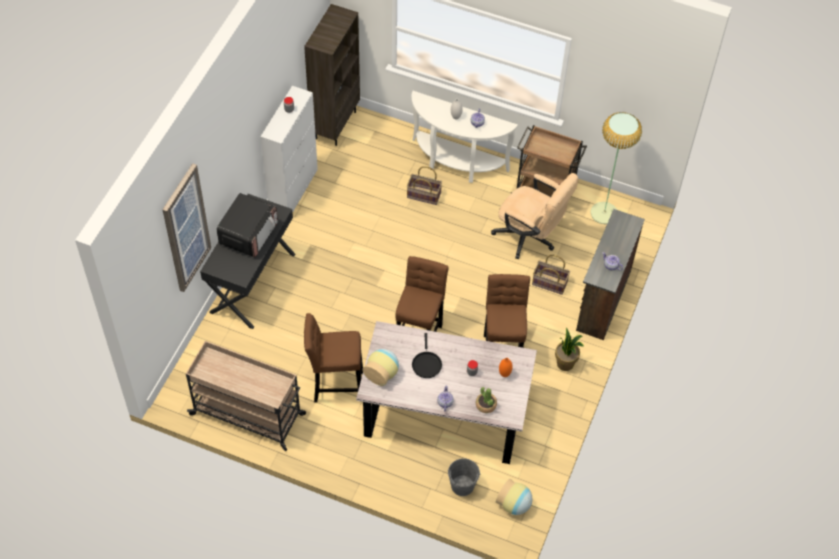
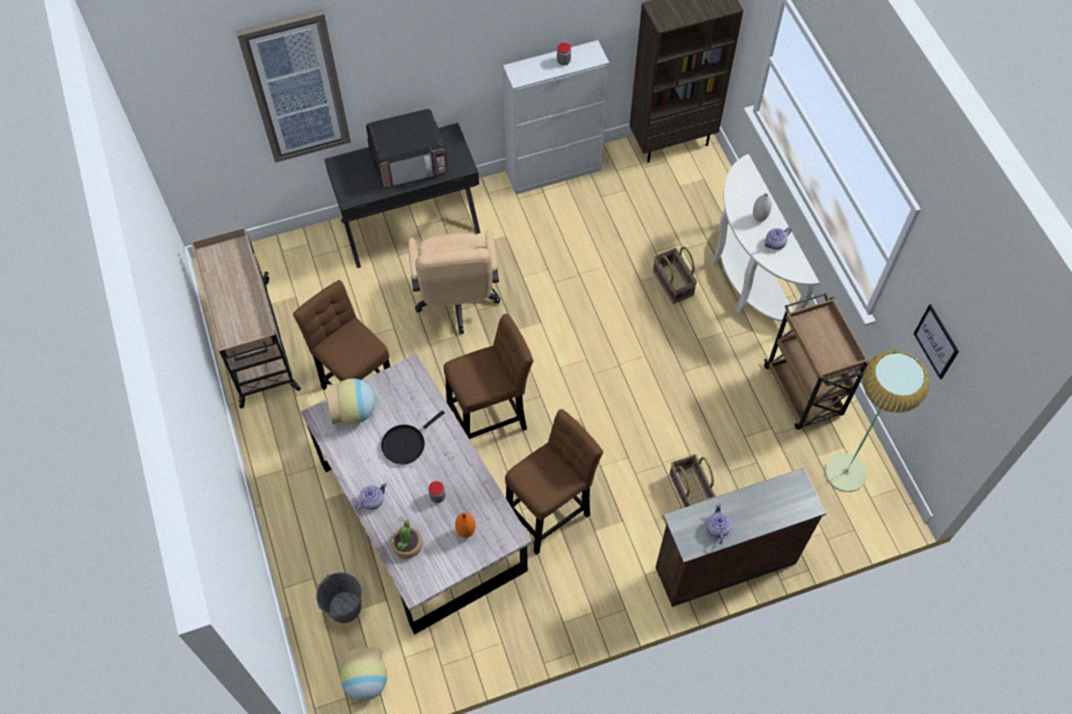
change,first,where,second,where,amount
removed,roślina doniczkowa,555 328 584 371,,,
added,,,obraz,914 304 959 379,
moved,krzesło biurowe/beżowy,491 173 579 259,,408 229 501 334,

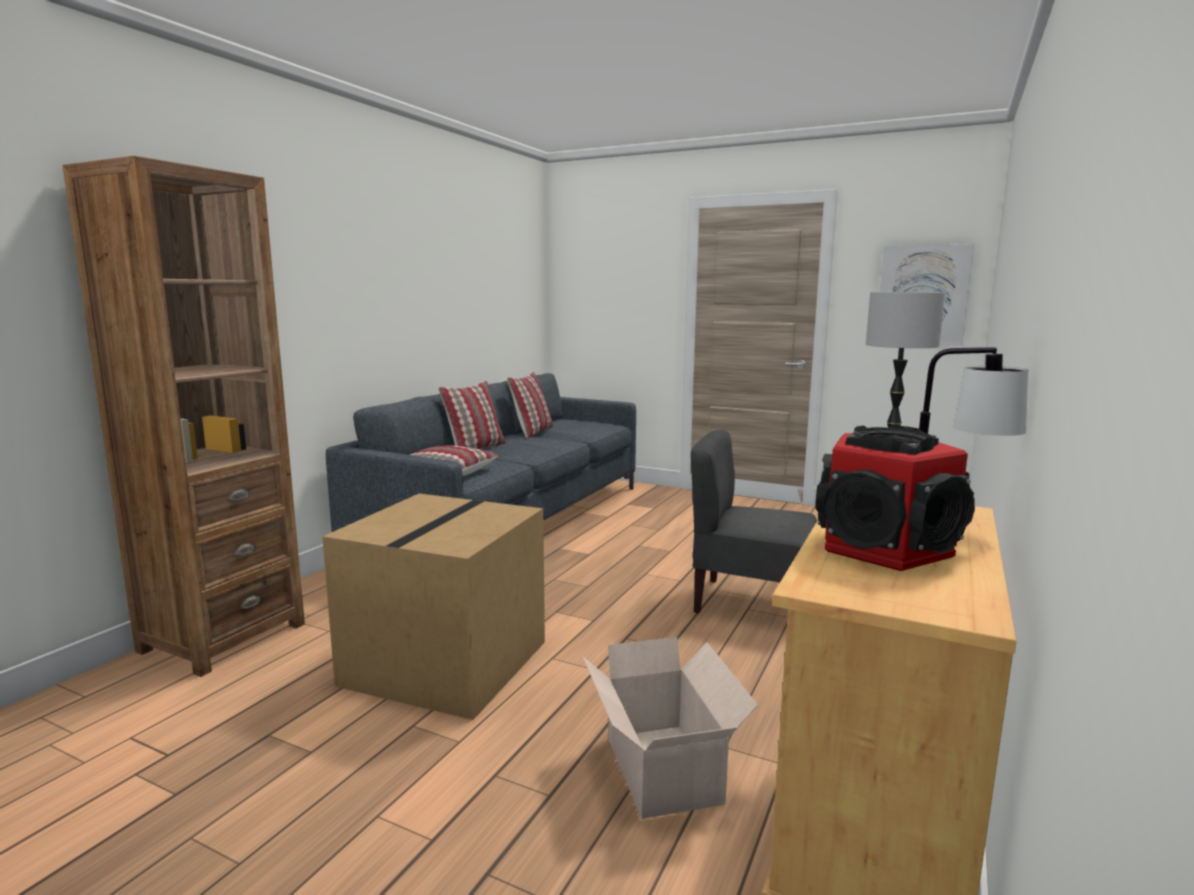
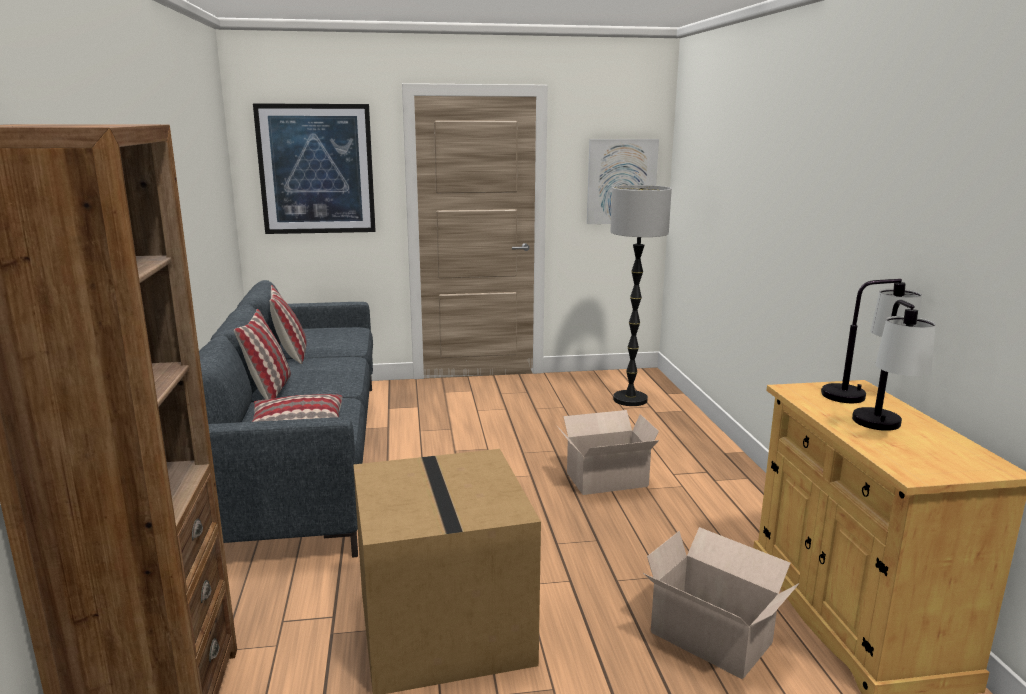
change,first,where,second,where,amount
added,,,obraz,253 103 376 234,
replaced,krzesło/szary,691 430 817 614,karton,557 410 659 495,
replaced,głośnik,815 425 975 571,lampa stołowa,852 300 936 431,

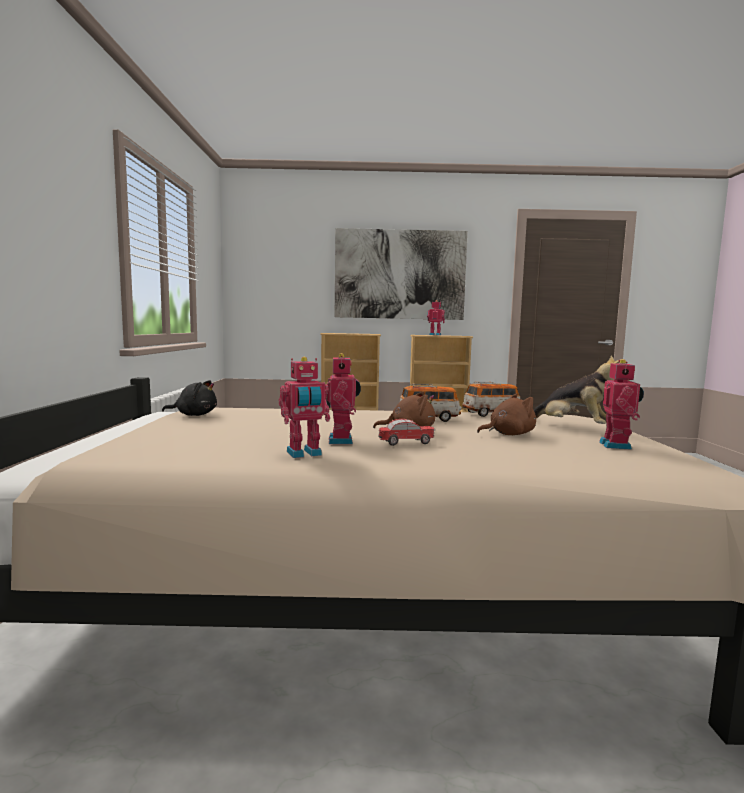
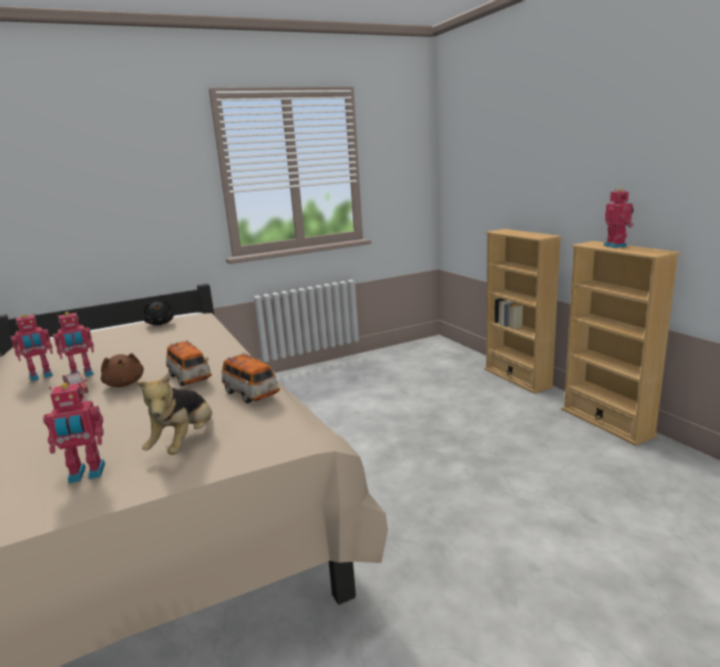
change,first,where,second,where,amount
removed,obraz,335 228 468 320,,,
removed,pluszak/brązowy,477 394 536 435,,,
turned,robot zabawkowy,279 357 330 458,,11 313 53 381,75 degrees counterclockwise

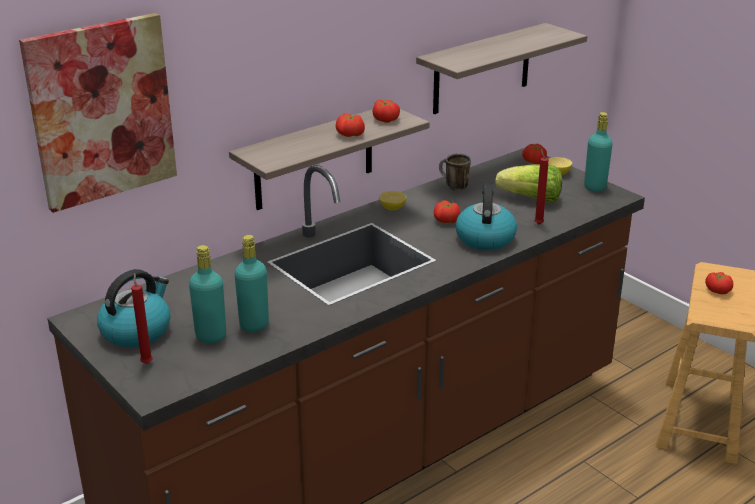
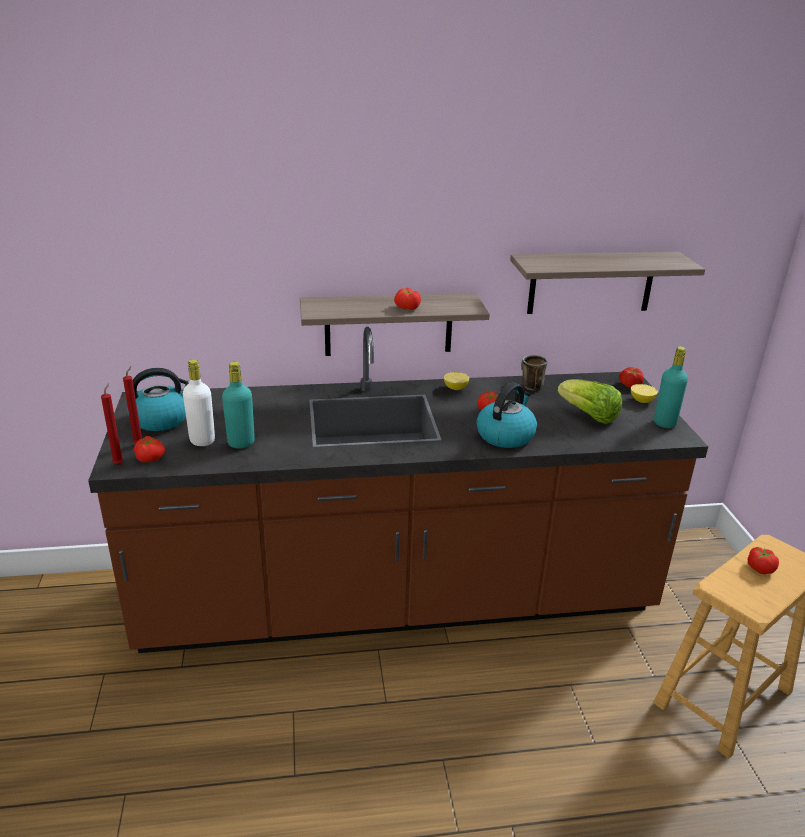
change,first,where,second,where,amount
removed,obraz,19 13 177 213,,,
moved,pomidor,373 100 400 123,,134 436 165 463,
moved,świeca/czerwony,534 149 549 224,,101 383 124 465,
recoloured,butelka/turkusowy,189 245 226 343,butelka/biały,183 359 215 446,

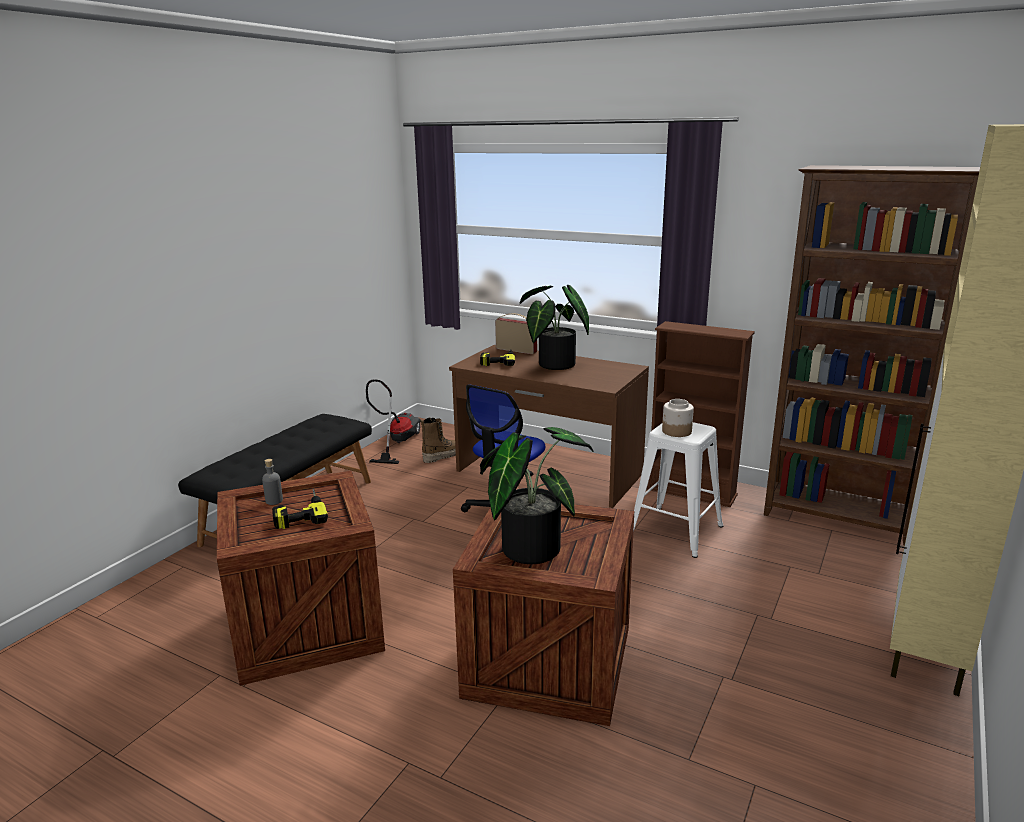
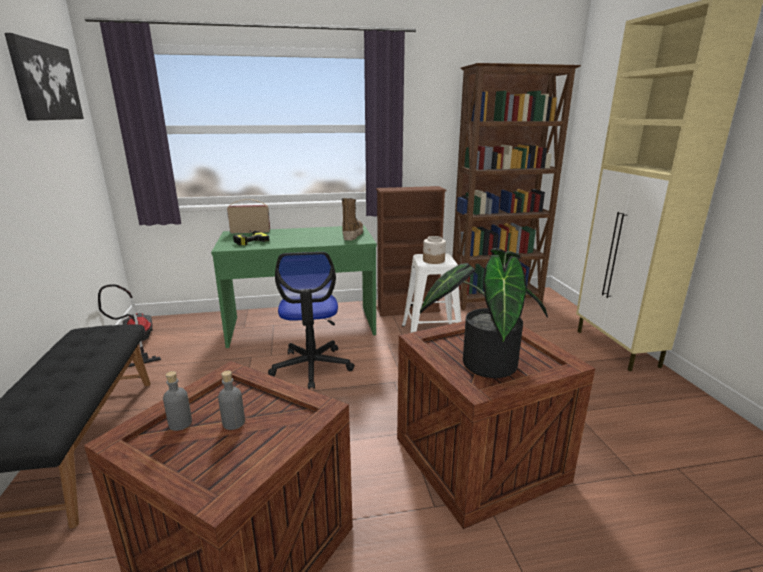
change,first,where,second,where,amount
removed,roślina doniczkowa,520 285 589 370,,,
added,,,obraz,4 33 84 121,
moved,but z cholewką,420 418 456 463,,342 198 363 241,
replaced,wiertarka,272 489 328 529,butelka/szary,218 370 245 430,
recoloured,biurko/brązowy,449 345 649 508,biurko/zielony,211 225 377 348,

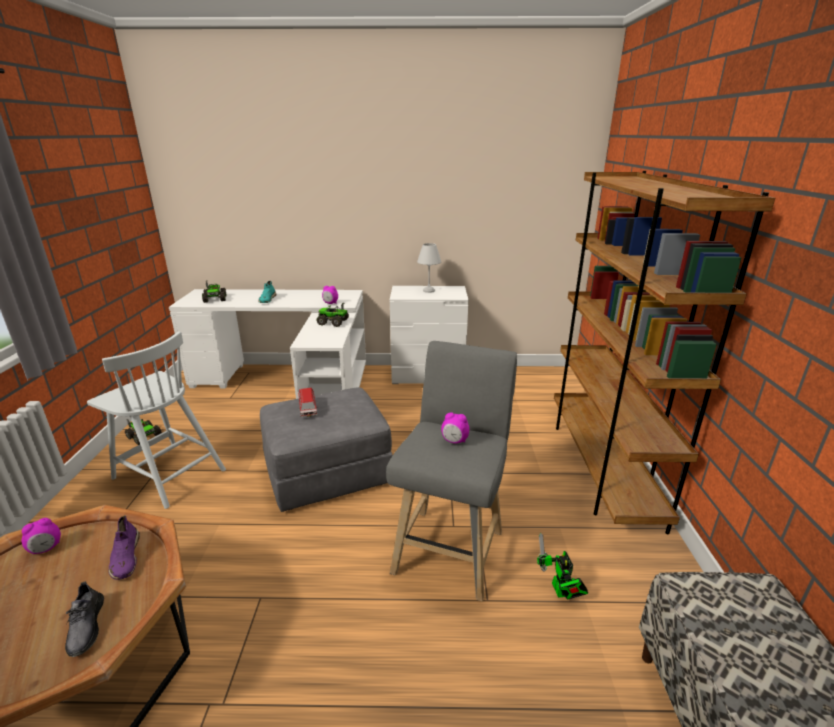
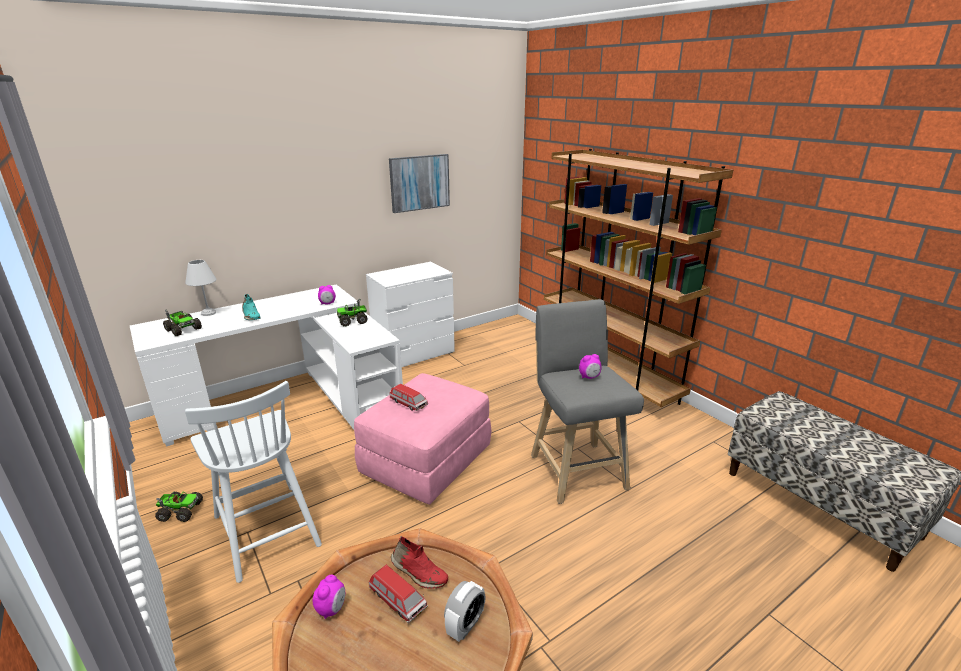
change,first,where,second,where,amount
removed,robot zabawkowy,537 532 588 600,,,
added,,,samochodzik,369 564 428 623,
added,,,obraz,389 154 450 213,
moved,lampa stołowa/biały,417 243 441 293,,185 260 217 316,
replaced,but/szary,65 581 104 657,budzik,444 581 486 642,
recoloured,but/fioletowy,108 515 140 580,but/czerwony,391 536 448 589,
recoloured,pufa/szary,260 387 393 512,pufa/różowy,354 373 491 505,
turned,krzesło/biały,87 332 226 509,,185 381 322 583,60 degrees clockwise

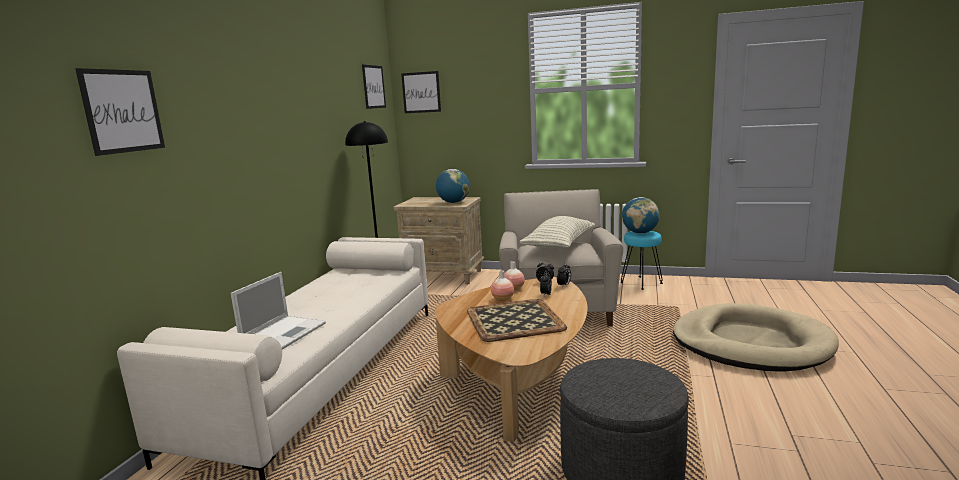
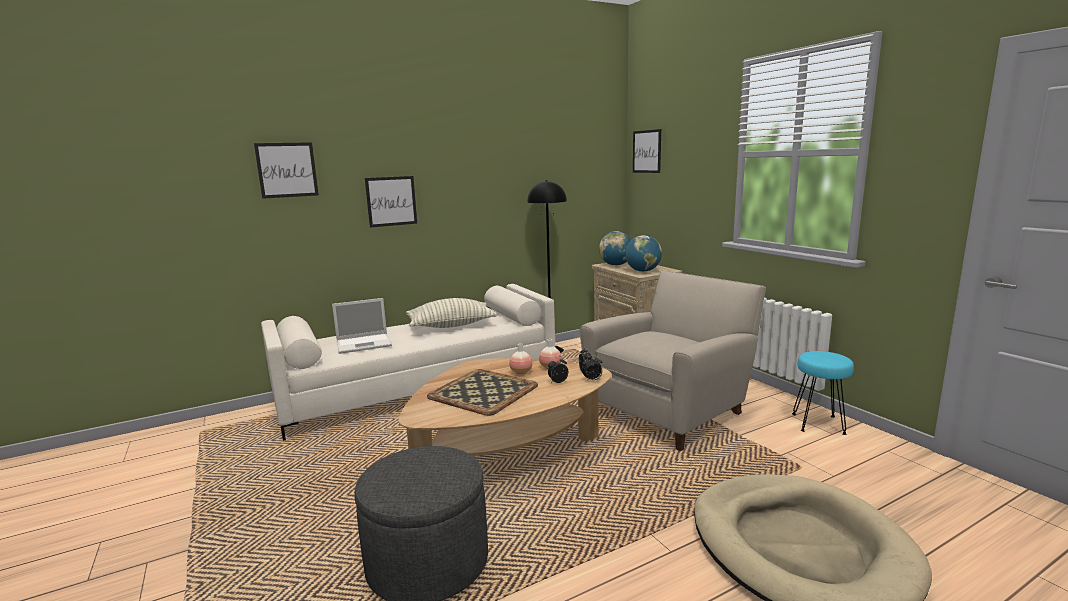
change,first,where,second,where,amount
moved,obraz,362 65 386 109,,365 176 417 228,
moved,poduszka,520 216 595 249,,406 298 497 328,
moved,globus,622 197 660 234,,599 231 631 266,

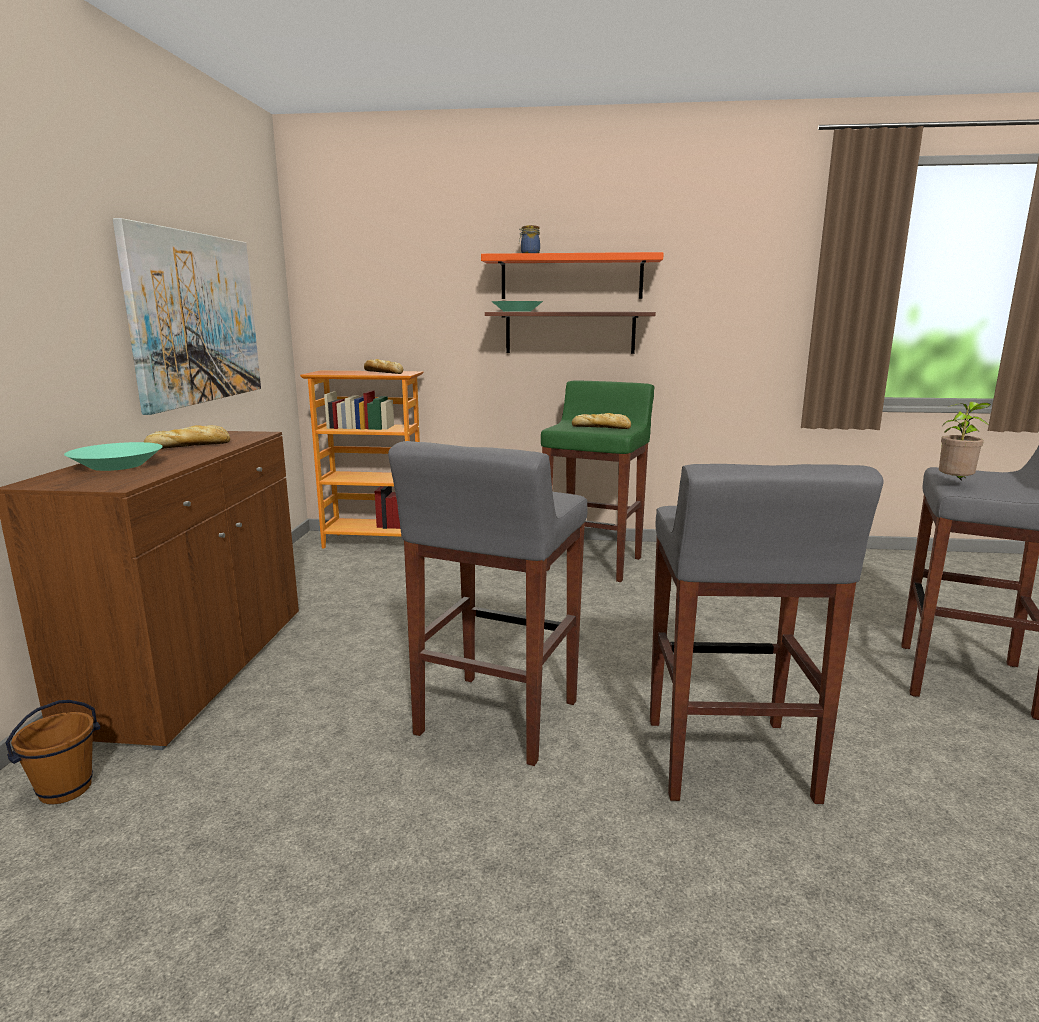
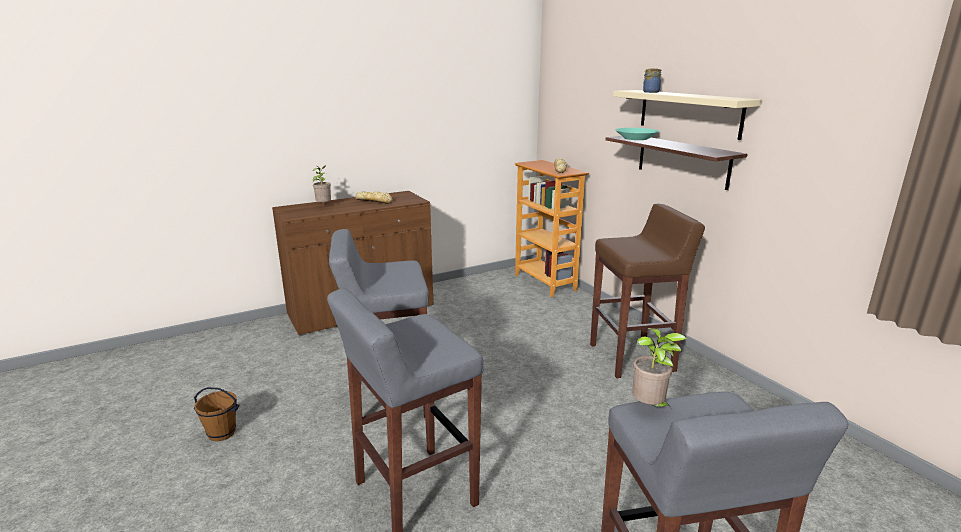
change,first,where,second,where,amount
removed,obraz,113 218 261 415,,,
removed,chleb,572 413 631 429,,,
moved,wiadro/brązowy,5 700 100 805,,194 387 239 441,
replaced,miska/turkusowy,64 442 163 471,roślina doniczkowa,312 165 331 203,
recoloured,półka/pomarańczowy,481 252 664 299,półka/beżowy,613 90 762 140,
recoloured,stołek/zielony,541 381 654 582,stołek/brązowy,590 204 705 378,

